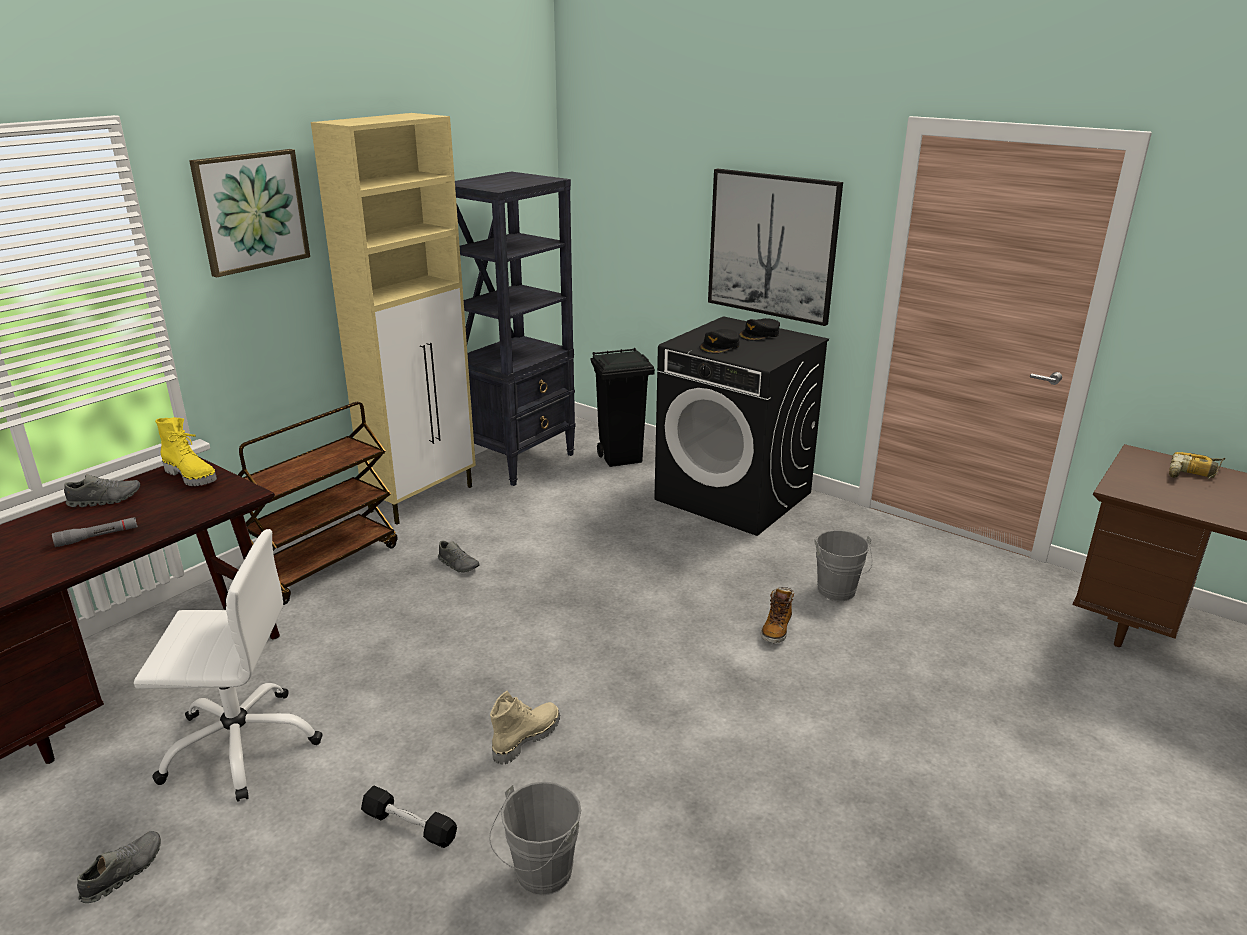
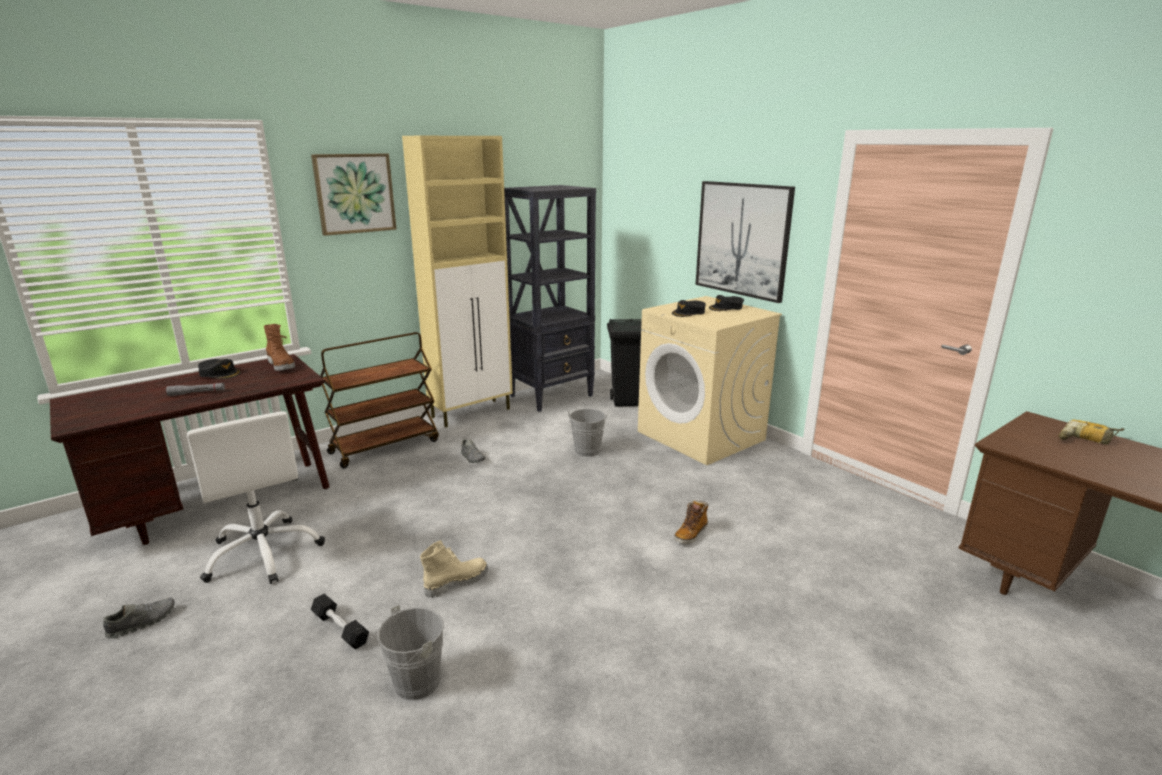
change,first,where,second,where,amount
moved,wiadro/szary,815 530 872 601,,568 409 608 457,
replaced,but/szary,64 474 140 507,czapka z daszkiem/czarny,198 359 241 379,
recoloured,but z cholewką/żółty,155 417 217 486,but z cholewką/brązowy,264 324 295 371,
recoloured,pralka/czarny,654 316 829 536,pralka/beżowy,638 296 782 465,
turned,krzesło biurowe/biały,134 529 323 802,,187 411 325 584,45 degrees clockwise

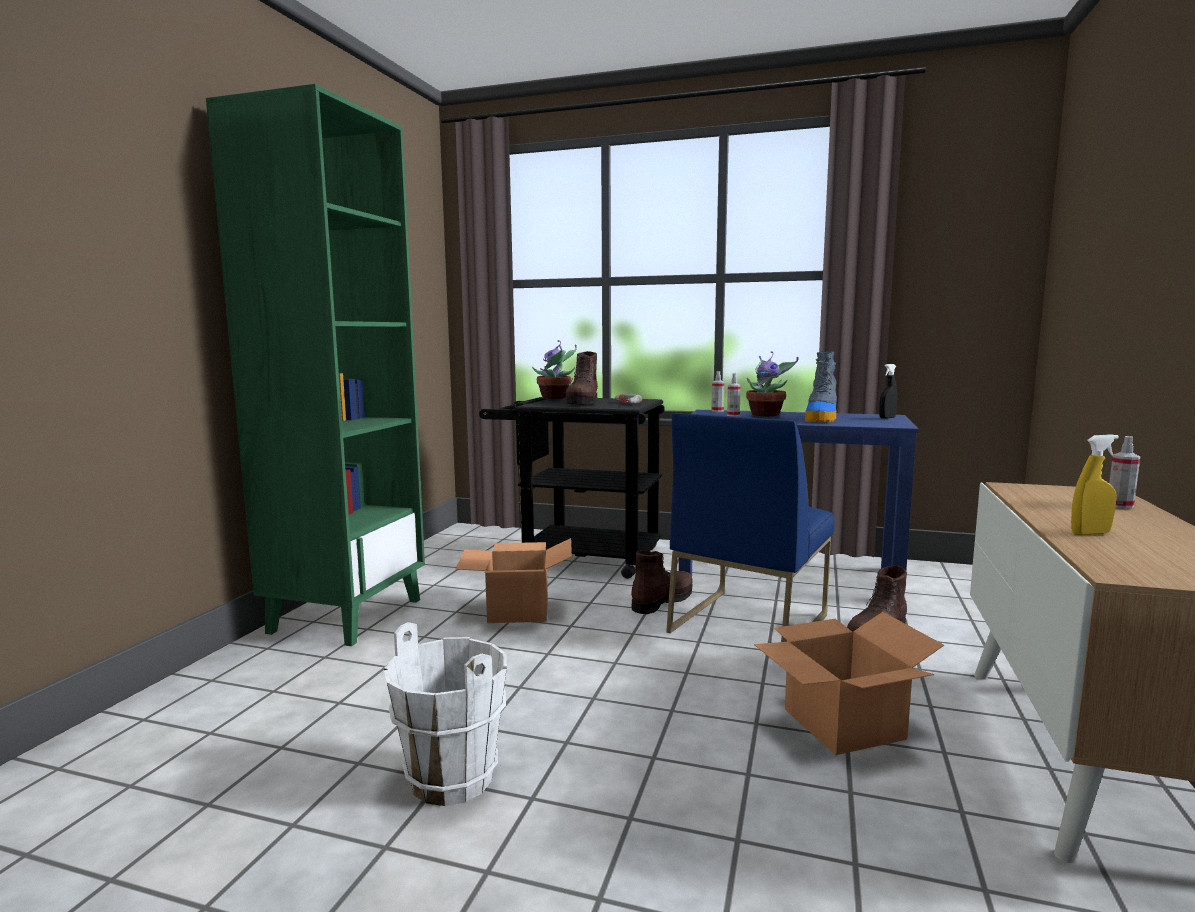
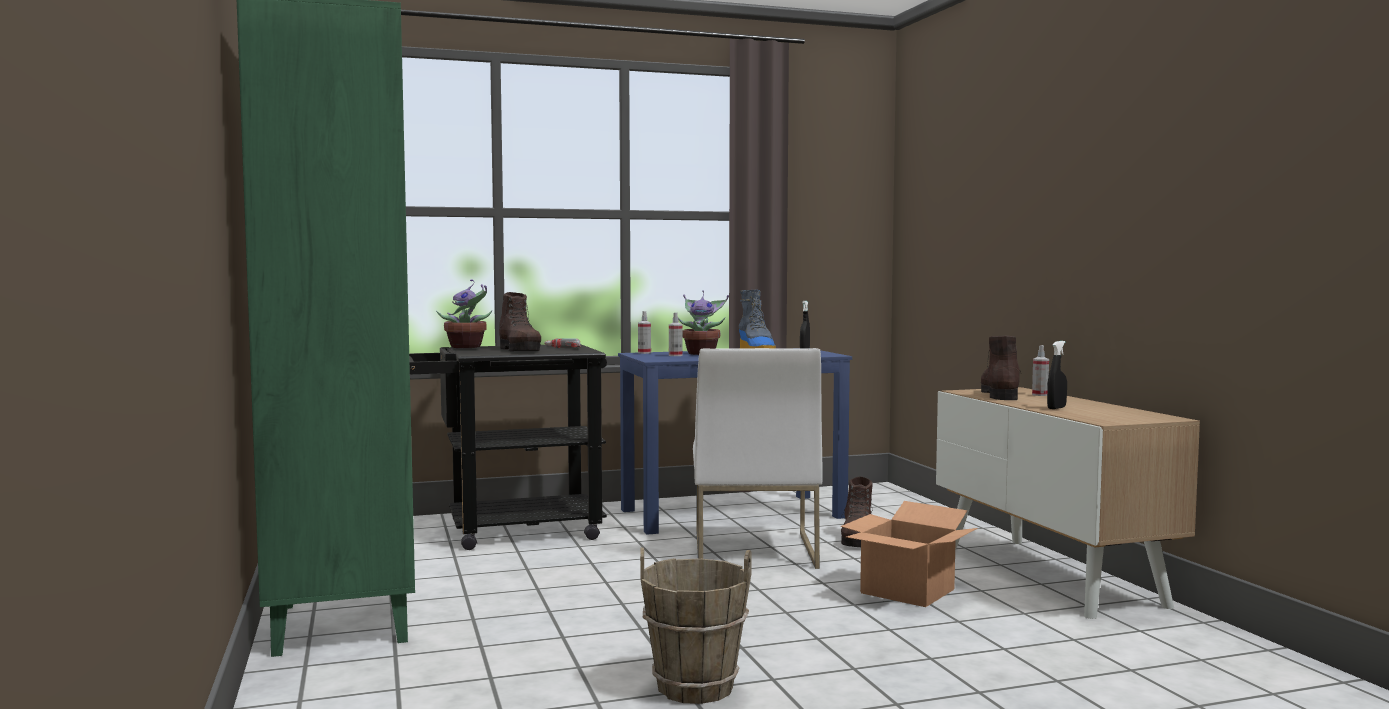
change,first,where,second,where,amount
removed,karton,456 538 572 623,,,
moved,but z cholewką/brązowy,631 550 693 614,,981 335 1021 400,
recoloured,wiadro/biały,384 622 507 806,wiadro/brązowy,640 547 752 704,
recoloured,krzesło/niebieski,666 413 835 642,krzesło/biały,693 348 822 569,
recoloured,spryskiwacz/żółty,1071 434 1119 535,spryskiwacz/czarny,1047 341 1067 409,

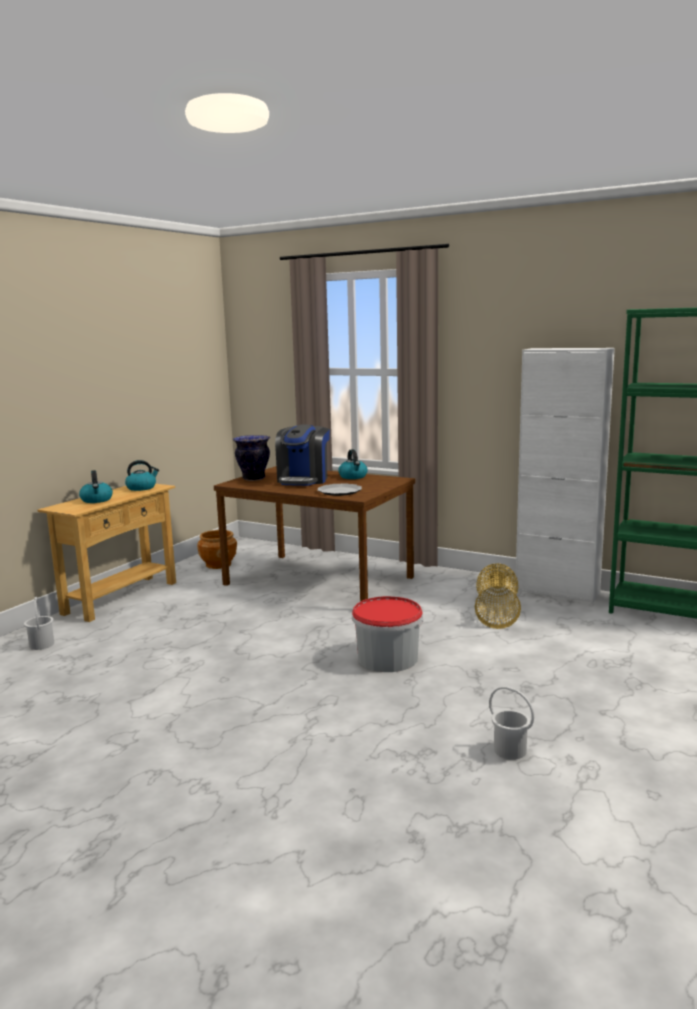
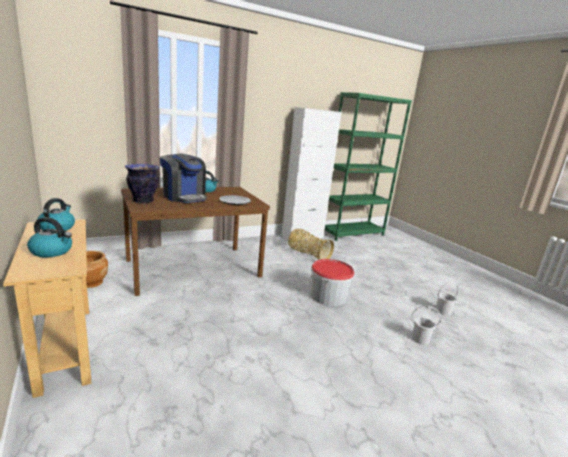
change,first,where,second,where,amount
moved,wiadro/biały,24 597 54 650,,411 306 441 345,

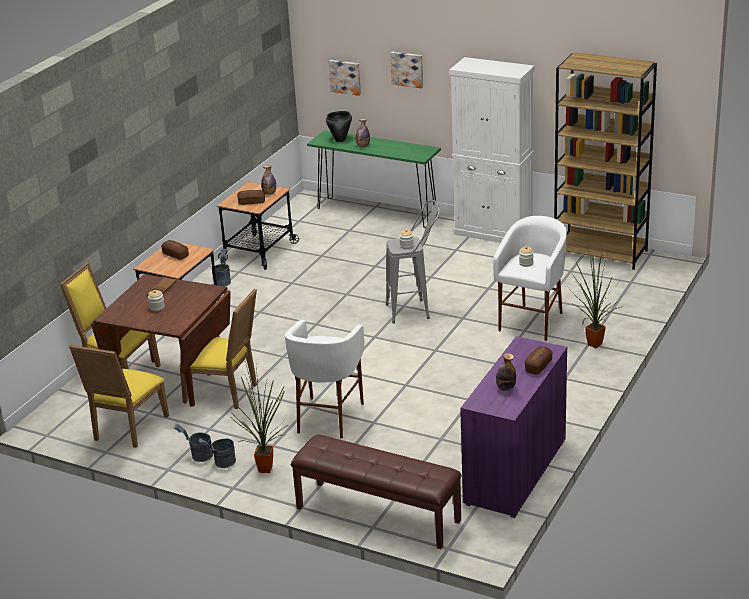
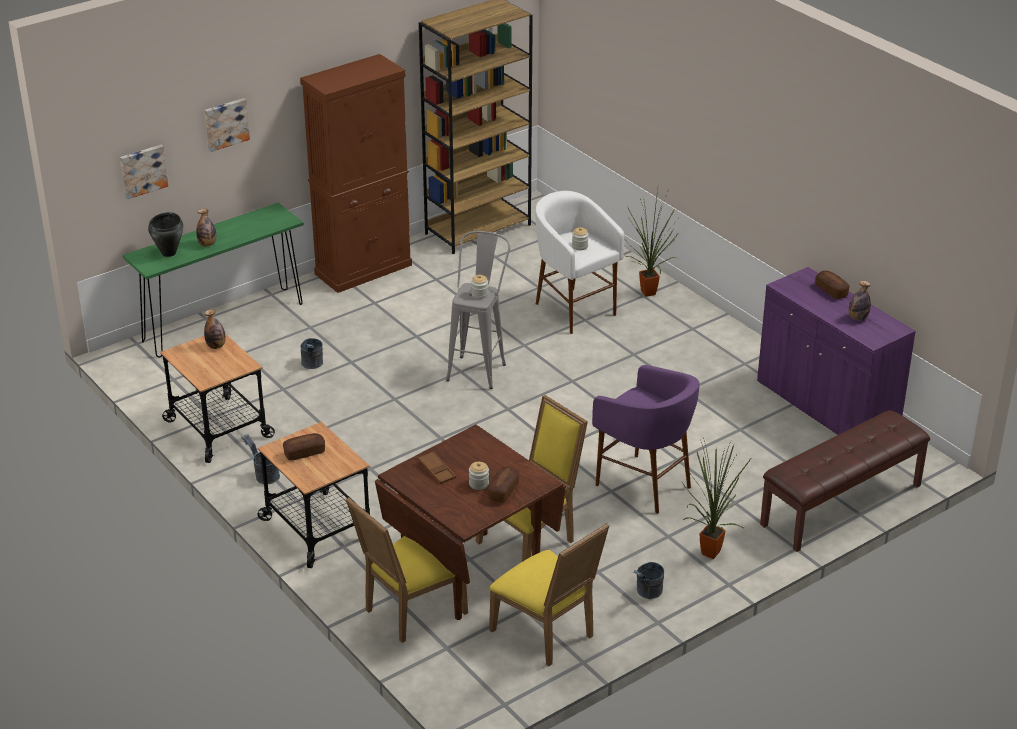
change,first,where,second,where,amount
moved,wiadro/szary,199 438 236 468,,300 338 323 369,
moved,chleb,237 190 265 205,,487 466 520 503,
recoloured,stołek/biały,285 320 364 438,stołek/fioletowy,592 365 700 513,
recoloured,szafka/biały,449 57 535 243,szafka/brązowy,300 54 412 293,

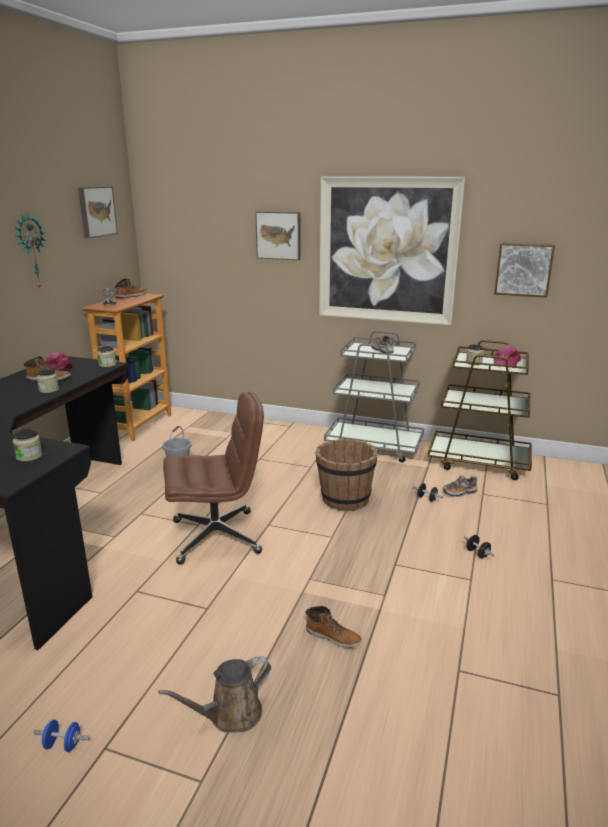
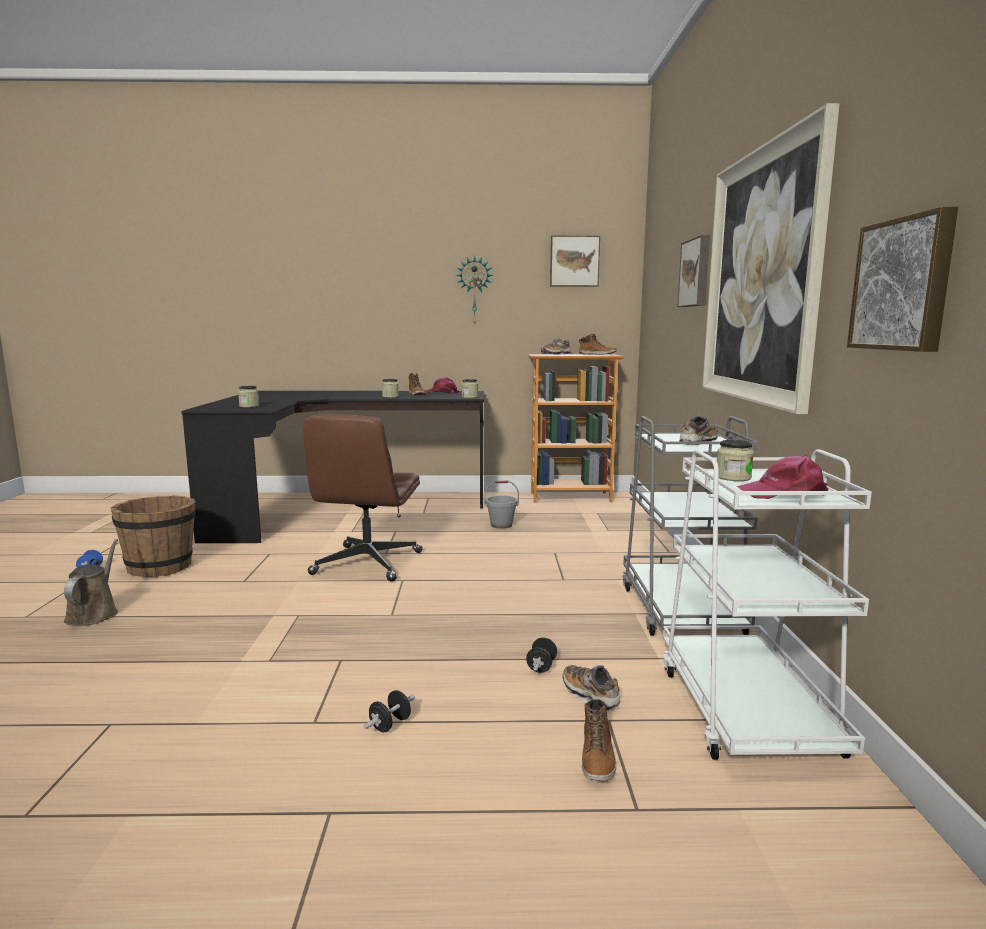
change,first,where,second,where,amount
moved,but z cholewką,305 606 362 648,,582 699 616 781,
moved,wiadro/brązowy,315 439 378 511,,111 495 196 577,
recoloured,wózek/brązowy,428 340 532 480,wózek/biały,663 449 872 760,
turned,konewka/brązowy,158 656 271 733,,64 539 118 626,45 degrees clockwise
turned,krzesło biurowe/brązowy,163 392 264 565,,303 414 423 582,45 degrees clockwise

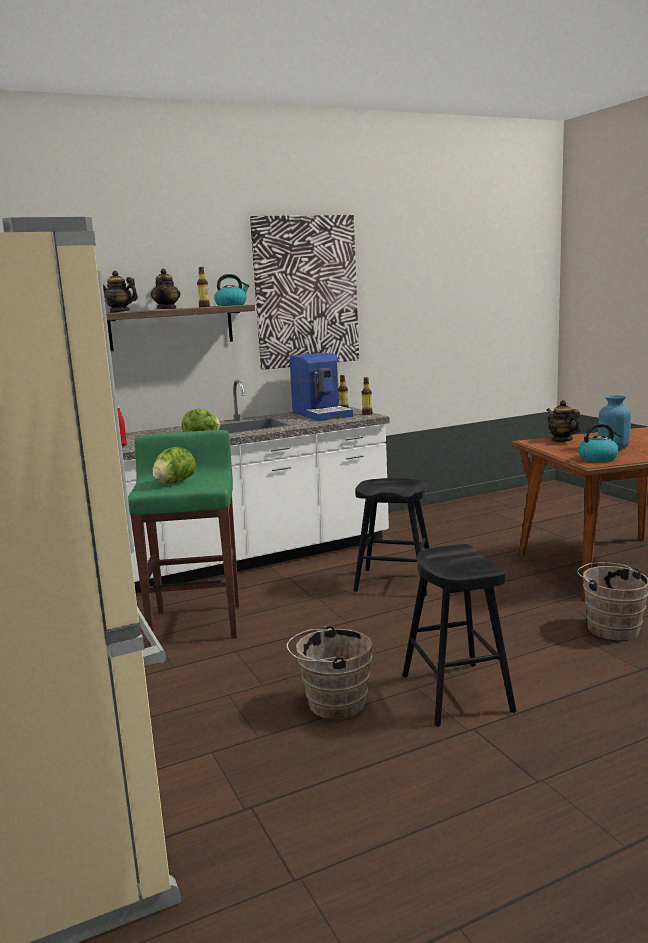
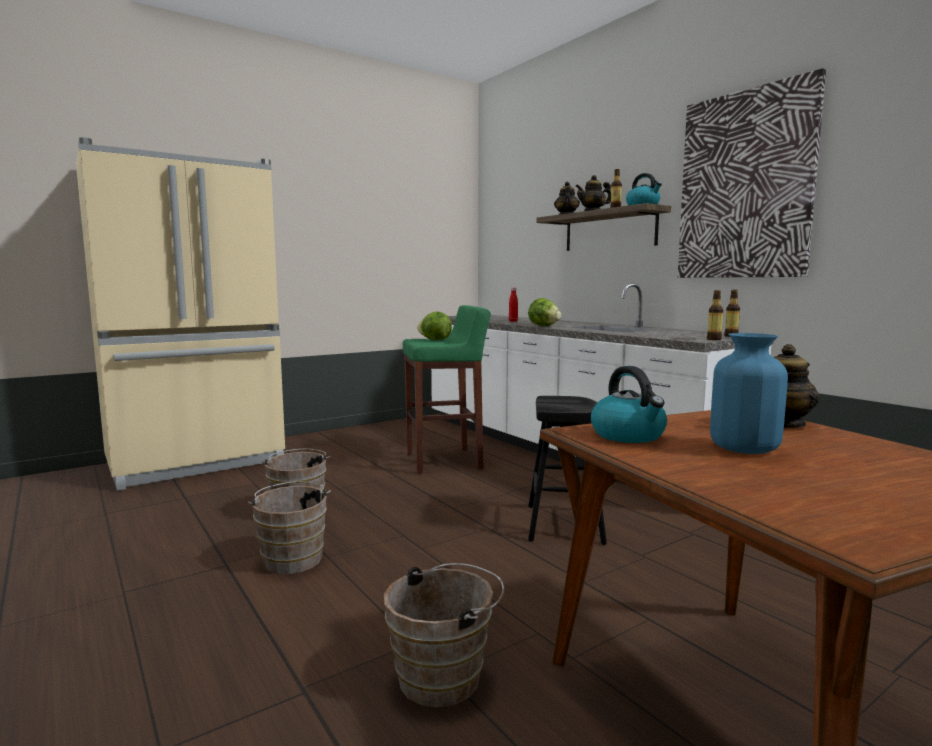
change,first,where,second,where,amount
removed,ekspres do kawy,290 353 353 421,,,
replaced,stołek/czarny,402 544 516 726,wiadro/brązowy,248 482 331 574,

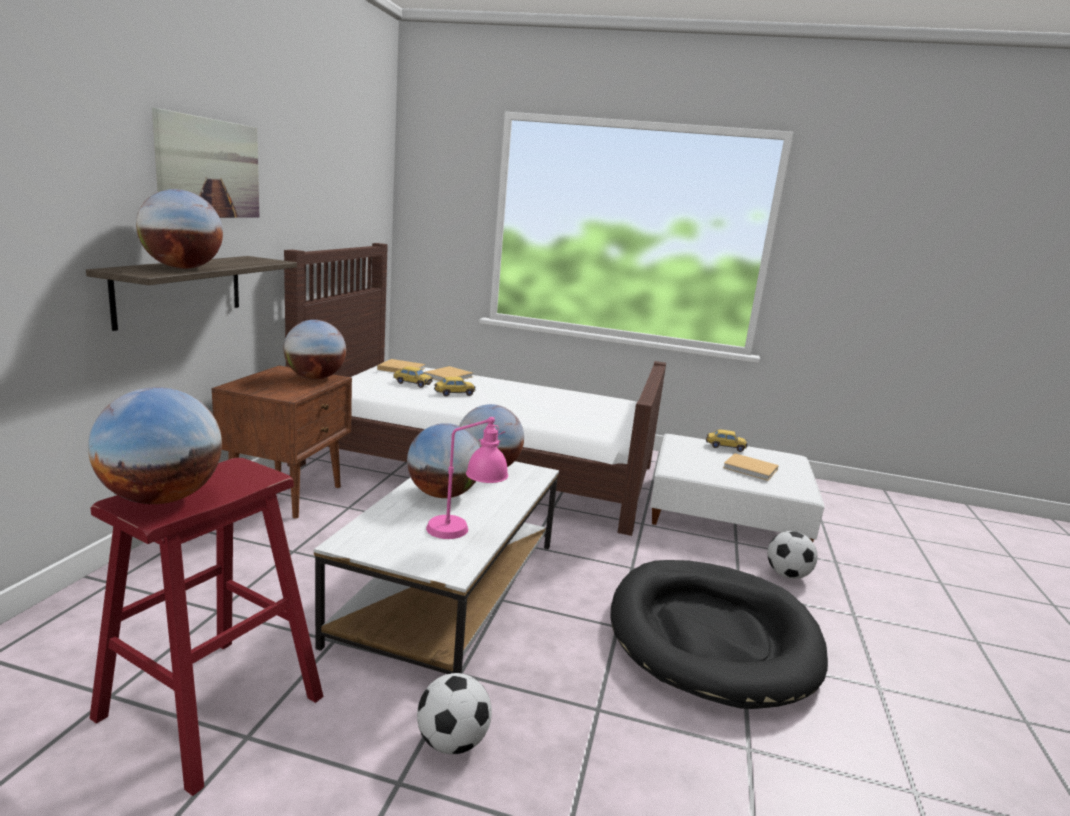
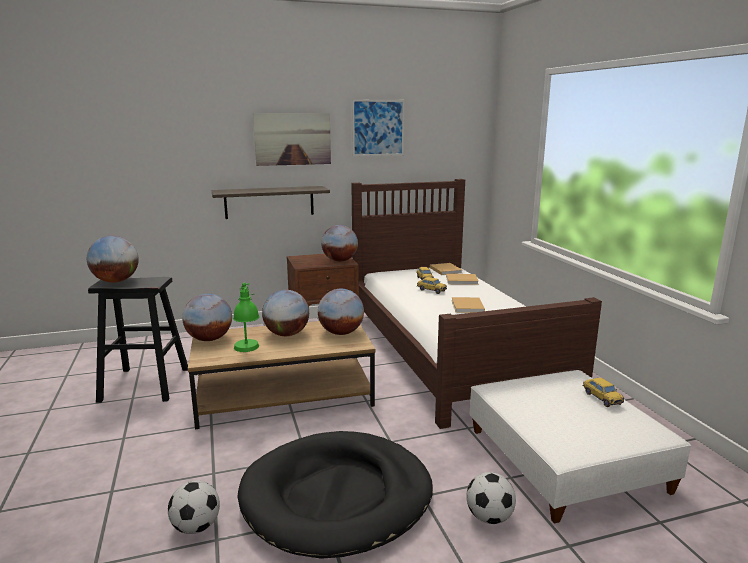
change,first,where,second,where,amount
added,,,obraz,352 100 404 156,
moved,globus,136 189 223 269,,182 294 232 341,
moved,piłka futbolowa,417 673 492 754,,168 481 220 534,
moved,książka/beżowy,723 453 779 481,,452 297 485 313,
recoloured,stołek/czerwony,90 458 323 796,stołek/czarny,88 277 188 403,
recoloured,ława/biały,314 461 559 674,ława/brązowy,188 321 376 429,
recoloured,lampa stołowa/różowy,426 417 508 539,lampa stołowa/zielony,233 282 259 352,

